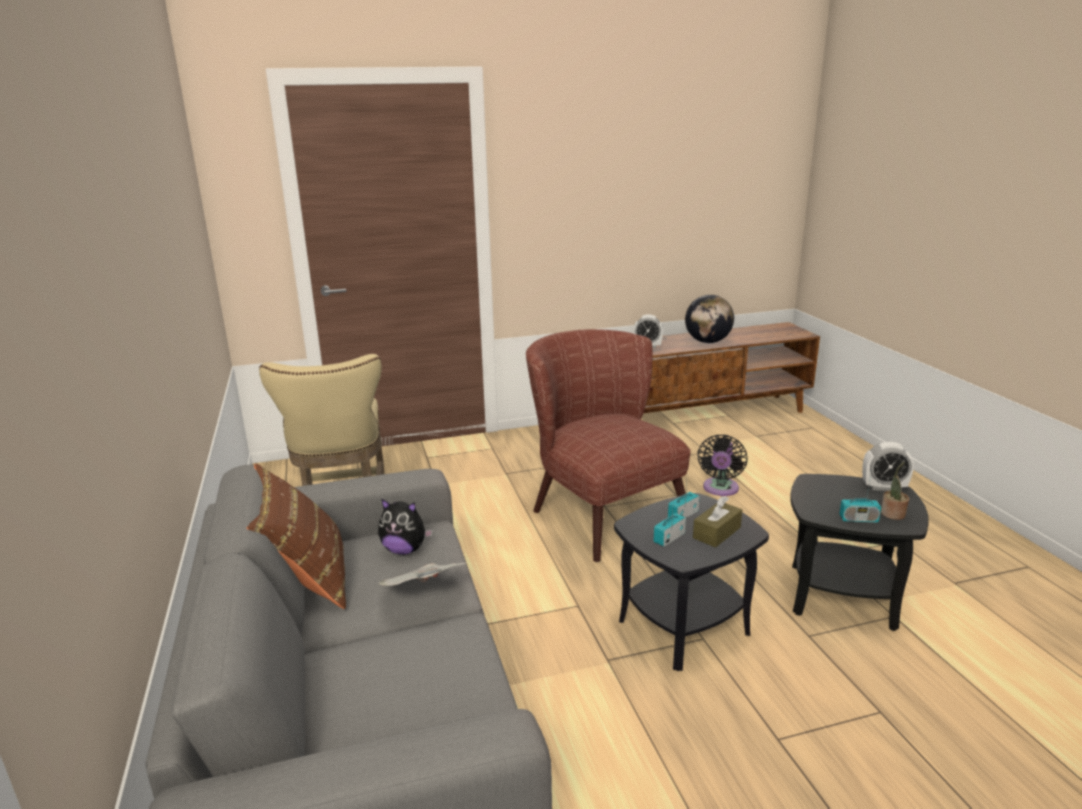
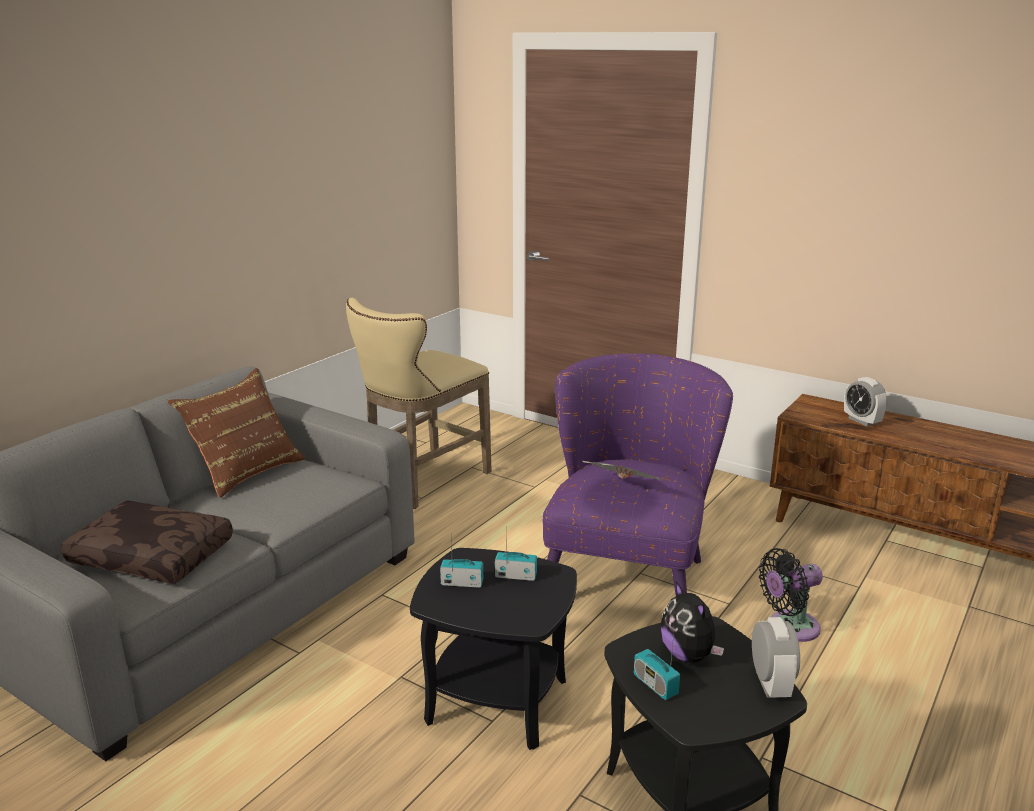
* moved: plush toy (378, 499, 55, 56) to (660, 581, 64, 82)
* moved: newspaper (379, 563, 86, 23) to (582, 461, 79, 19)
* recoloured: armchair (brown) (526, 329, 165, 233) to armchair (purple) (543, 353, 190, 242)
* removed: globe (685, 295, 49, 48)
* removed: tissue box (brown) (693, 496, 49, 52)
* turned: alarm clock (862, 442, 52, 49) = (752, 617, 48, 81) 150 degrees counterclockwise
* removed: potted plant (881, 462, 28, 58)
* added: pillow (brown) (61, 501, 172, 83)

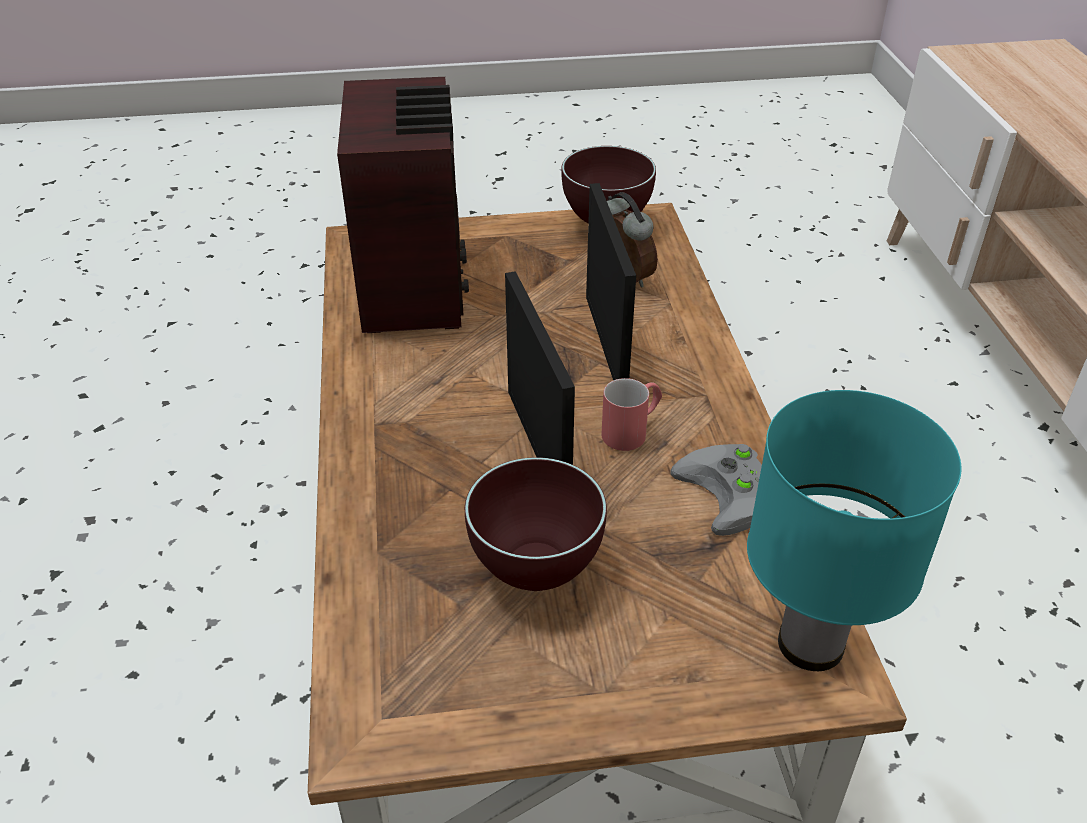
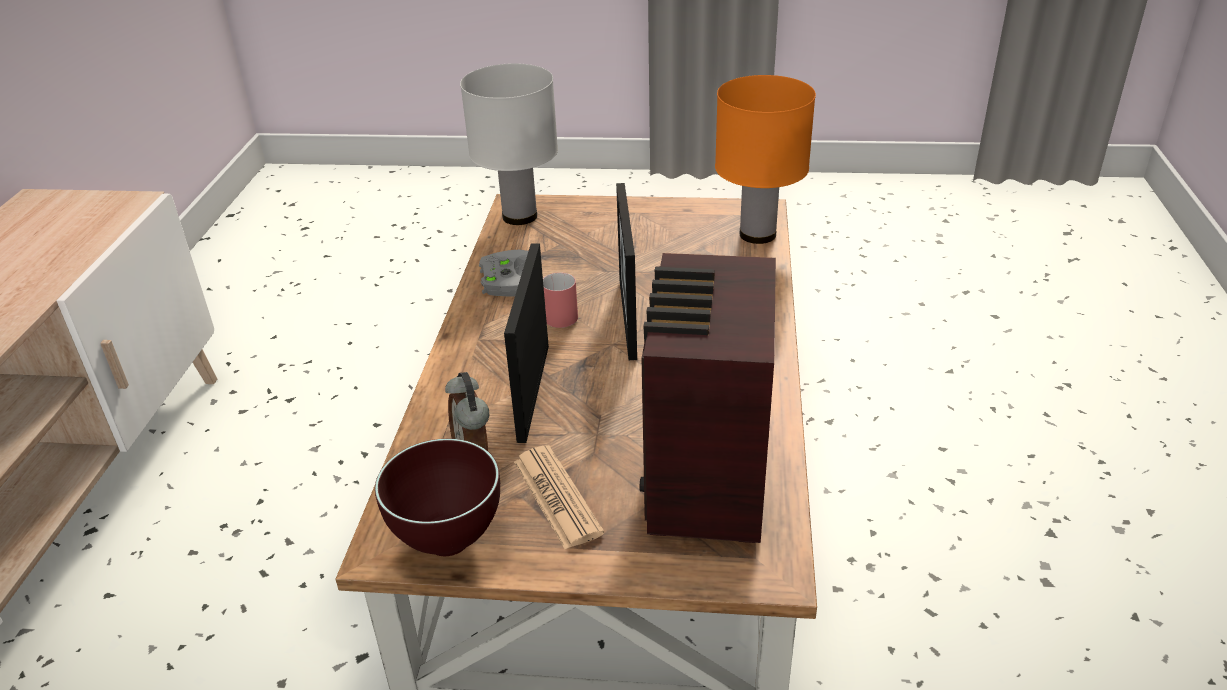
* removed: bowl (brown) (465, 457, 142, 134)
* recoloured: table lamp (turquoise) (747, 390, 215, 281) to table lamp (white) (460, 63, 98, 162)
* added: newspaper (514, 445, 90, 104)
* added: table lamp (orange) (715, 75, 101, 169)

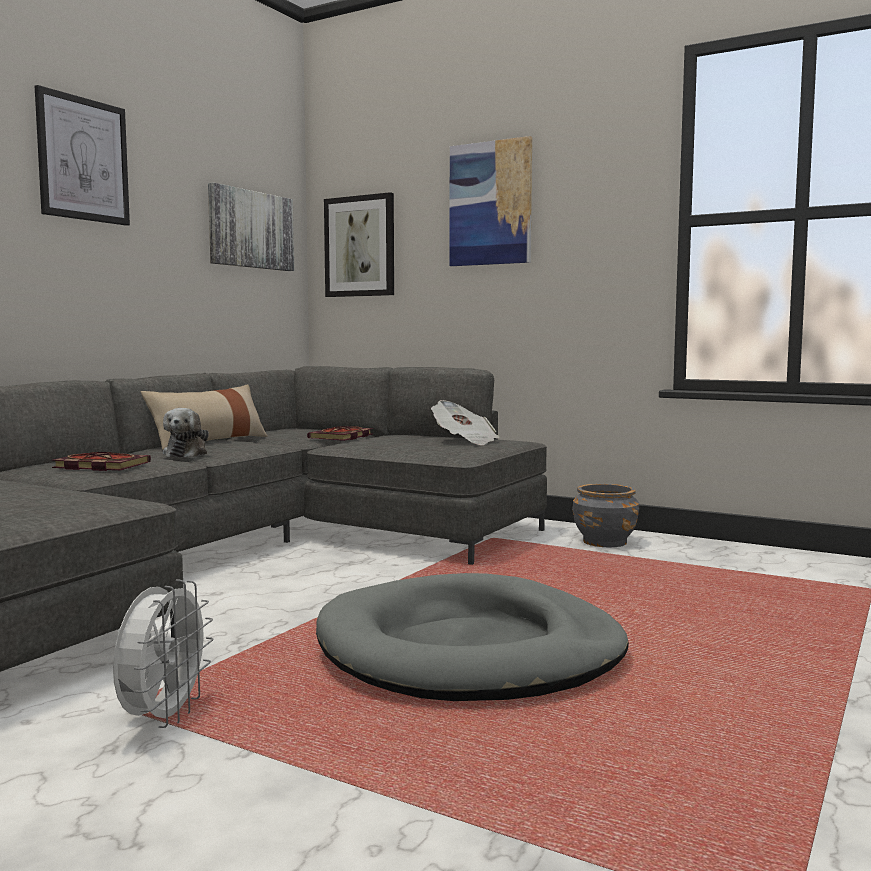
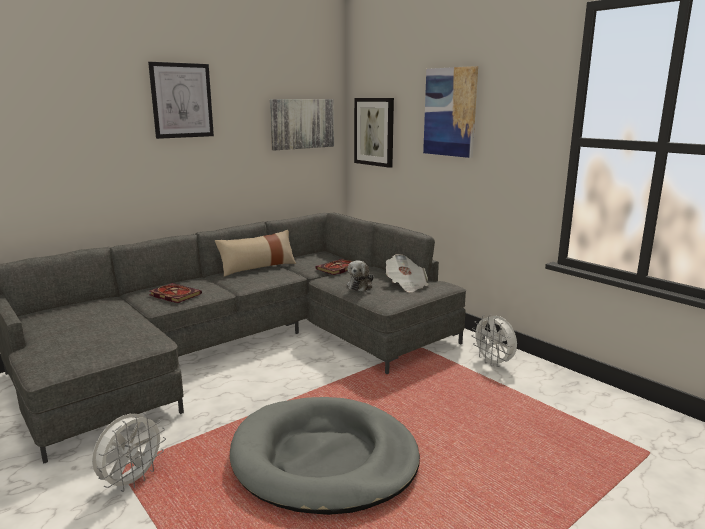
* moved: plush toy (163, 408, 46, 49) to (347, 260, 27, 32)
* replaced: planter (grey) (572, 484, 67, 63) to fan (white) (472, 315, 45, 52)

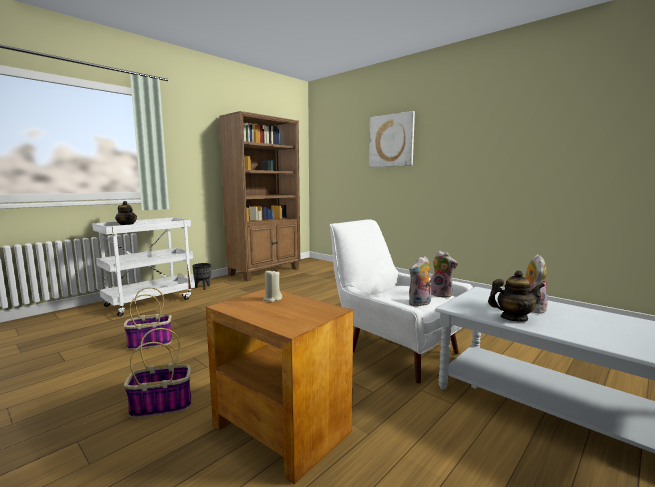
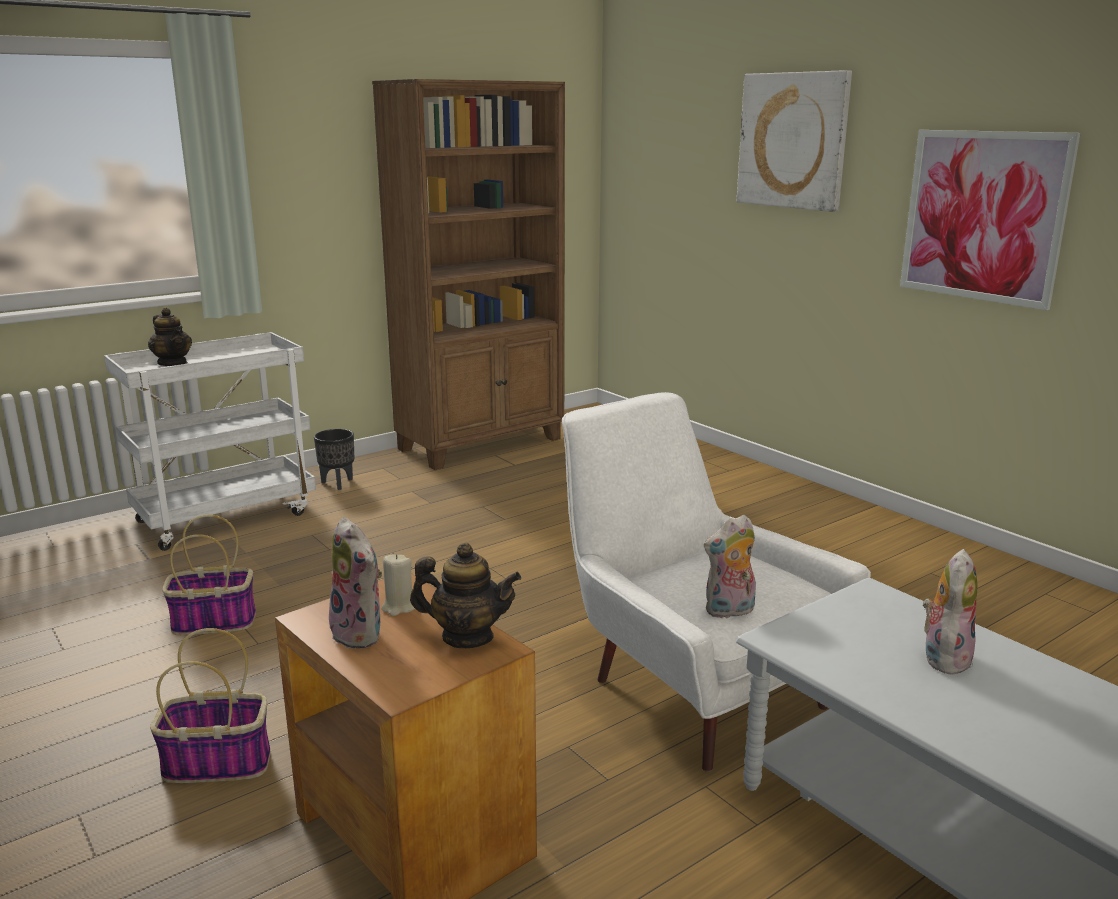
* moved: plush toy (430, 250, 28, 48) to (329, 517, 53, 132)
* moved: teapot (488, 270, 57, 52) to (410, 543, 111, 105)
* added: picture (900, 130, 181, 180)

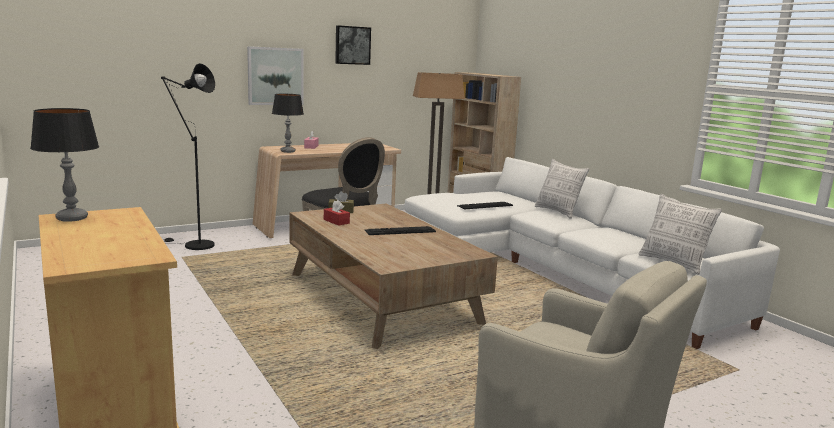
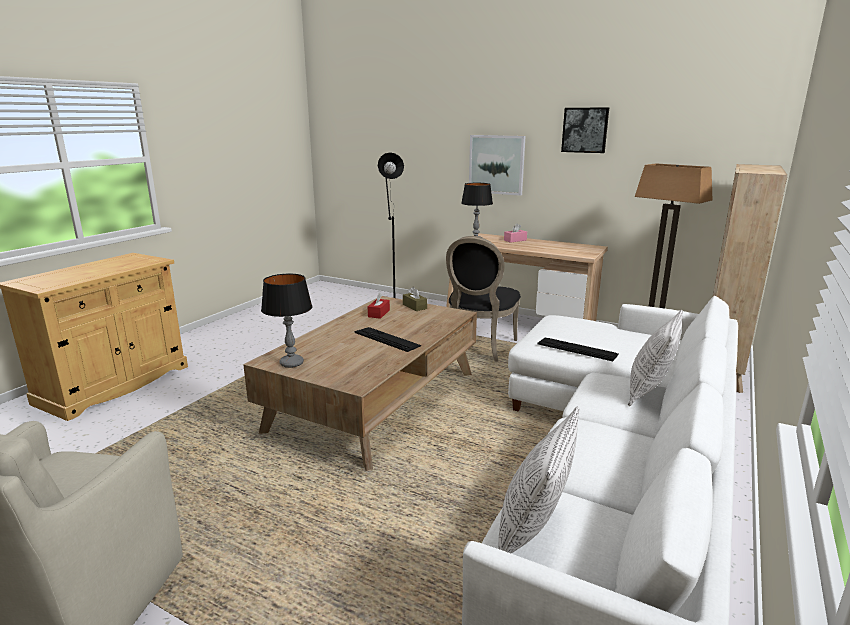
* moved: table lamp (30, 108, 69, 114) to (261, 274, 51, 94)

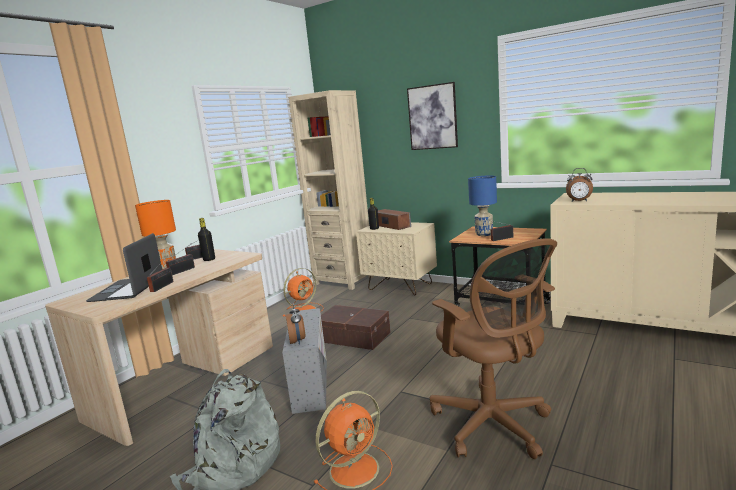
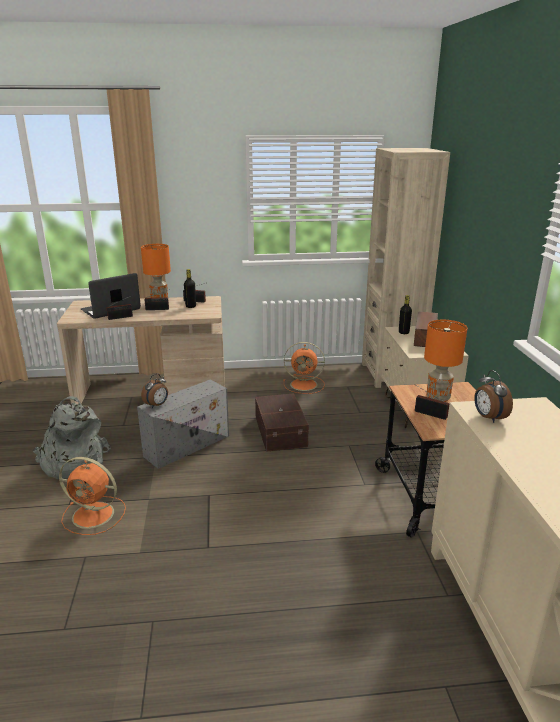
* removed: picture (407, 82, 51, 68)
* removed: office chair (brown) (430, 238, 127, 221)
* recoloured: table lamp (blue) (468, 176, 29, 60) to table lamp (orange) (424, 320, 44, 82)

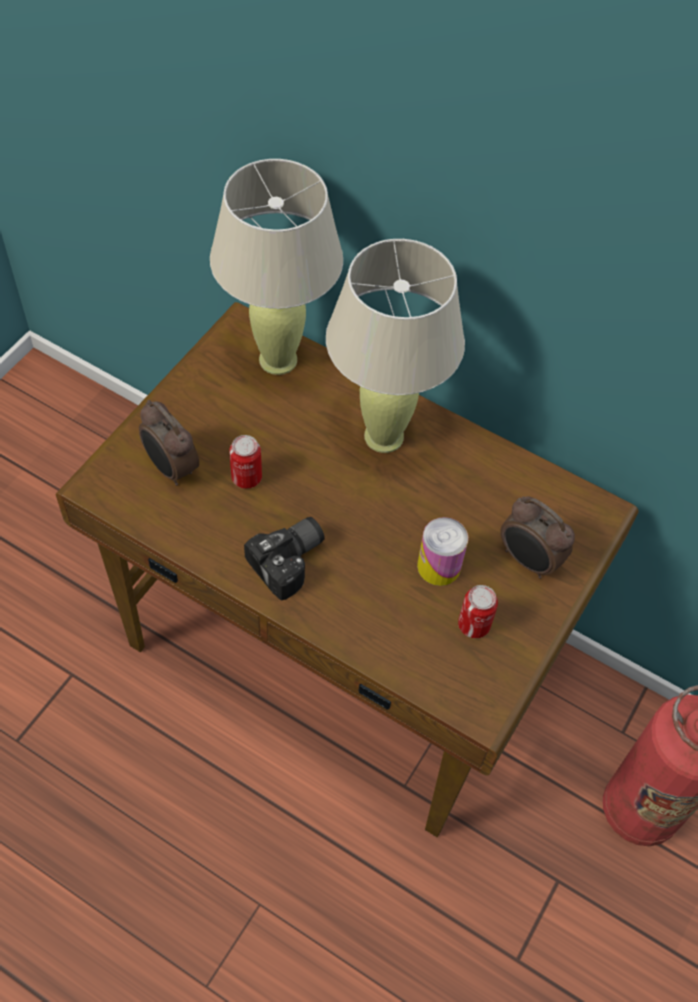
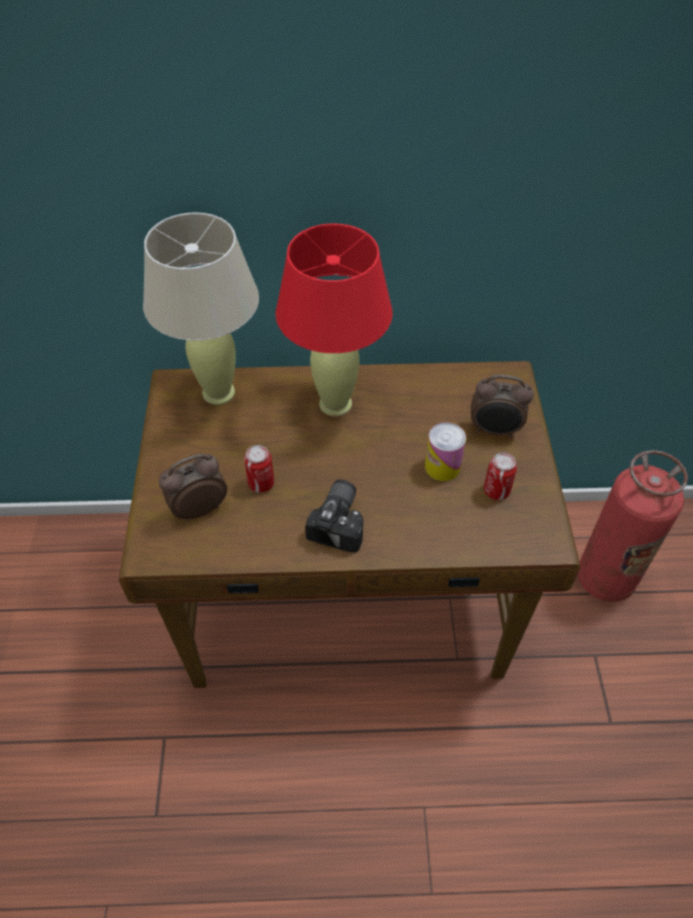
* turned: alarm clock (139, 400, 60, 86) = (159, 454, 68, 68) 135 degrees clockwise
* recoloured: table lamp (beige) (326, 239, 139, 214) to table lamp (red) (275, 223, 118, 193)

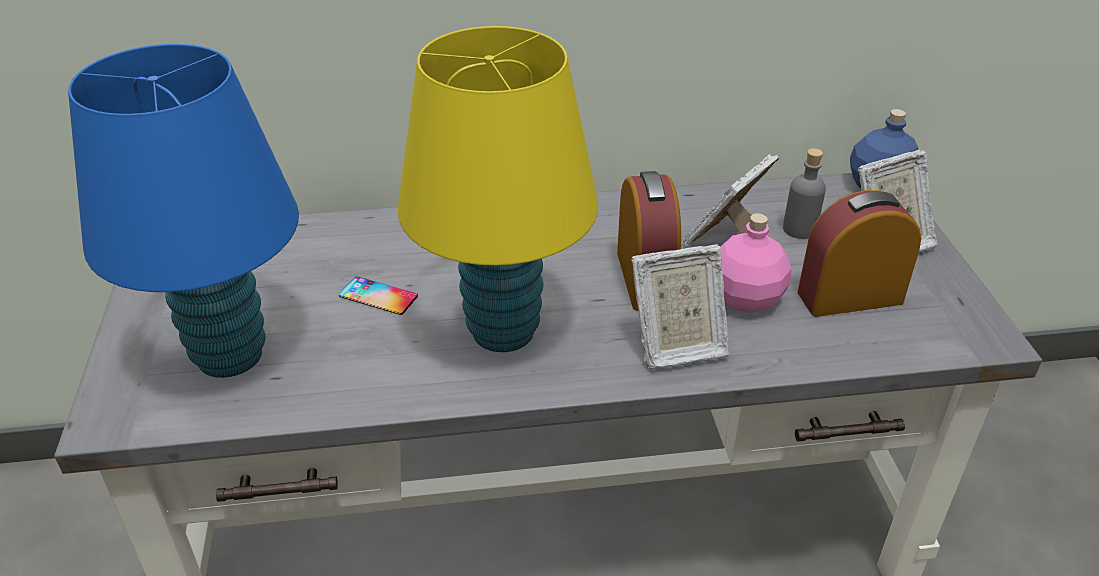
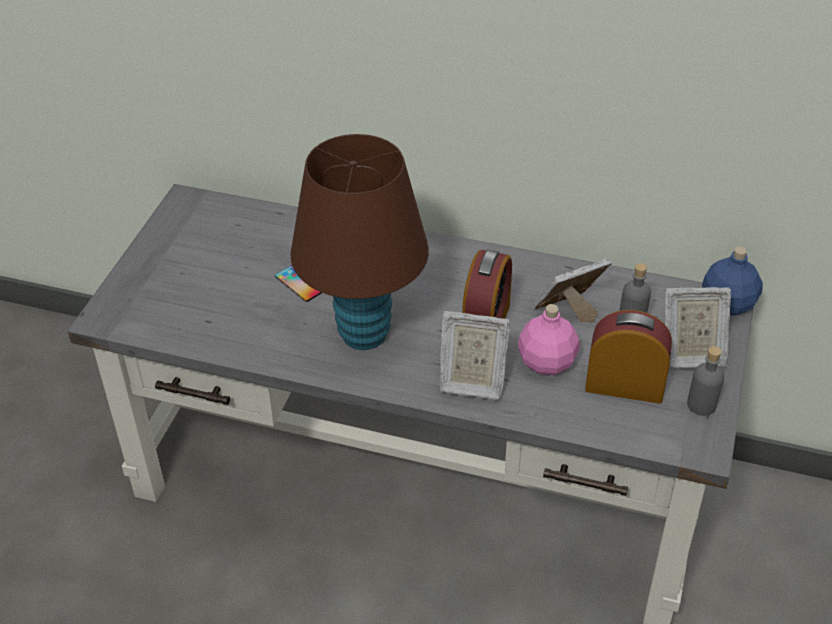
* removed: table lamp (blue) (68, 44, 231, 334)
* recoloured: table lamp (yellow) (398, 26, 200, 326) to table lamp (brown) (290, 134, 139, 216)
* added: bottle (grey) (687, 346, 37, 70)

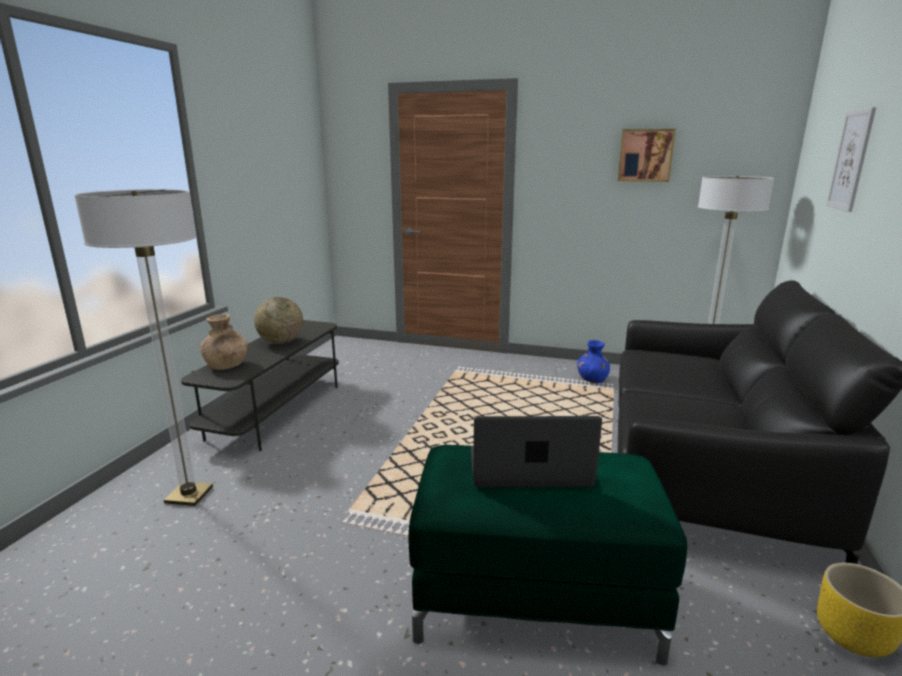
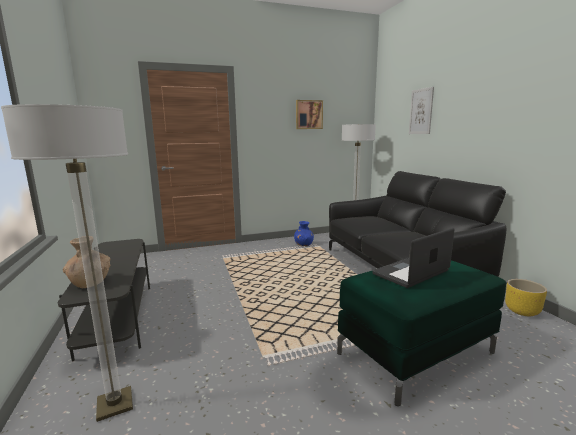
* removed: globe (254, 297, 49, 47)

